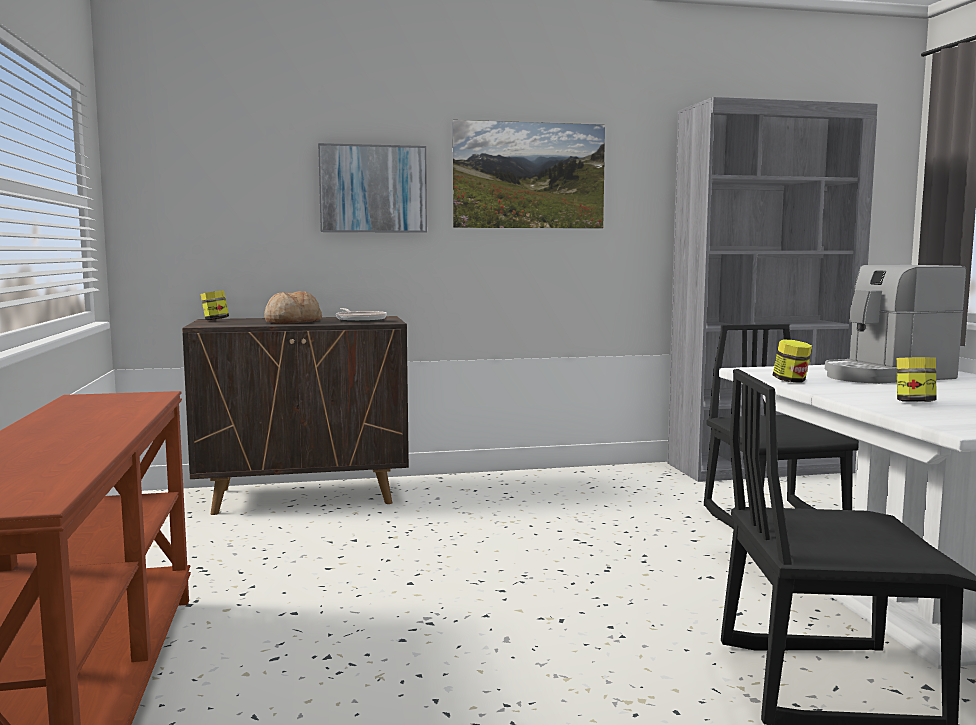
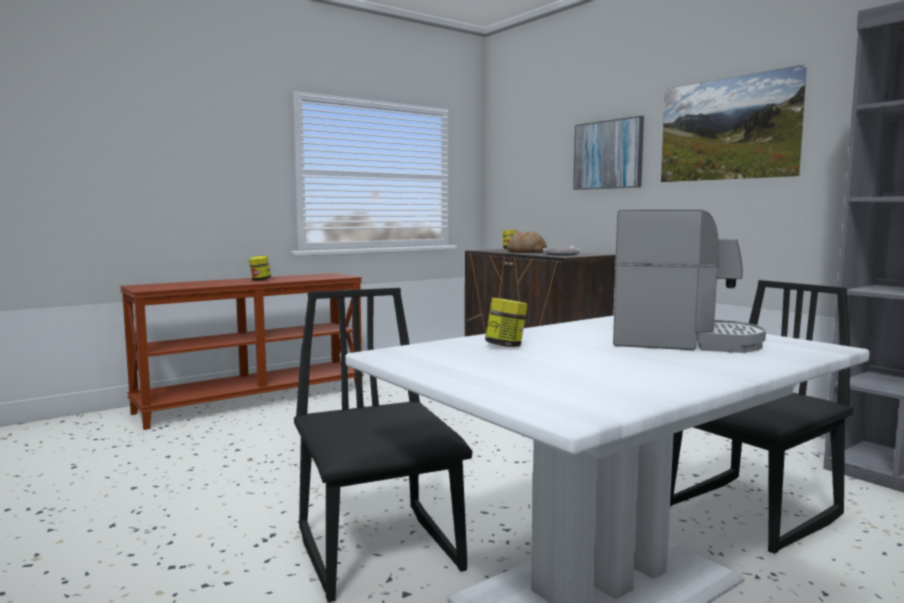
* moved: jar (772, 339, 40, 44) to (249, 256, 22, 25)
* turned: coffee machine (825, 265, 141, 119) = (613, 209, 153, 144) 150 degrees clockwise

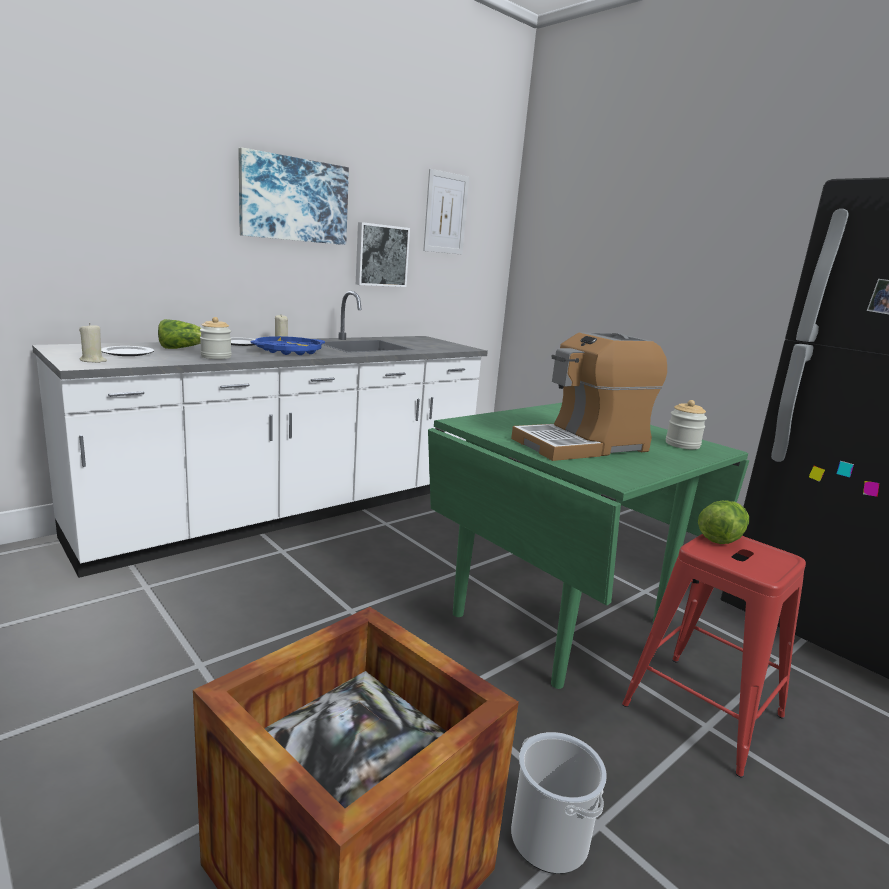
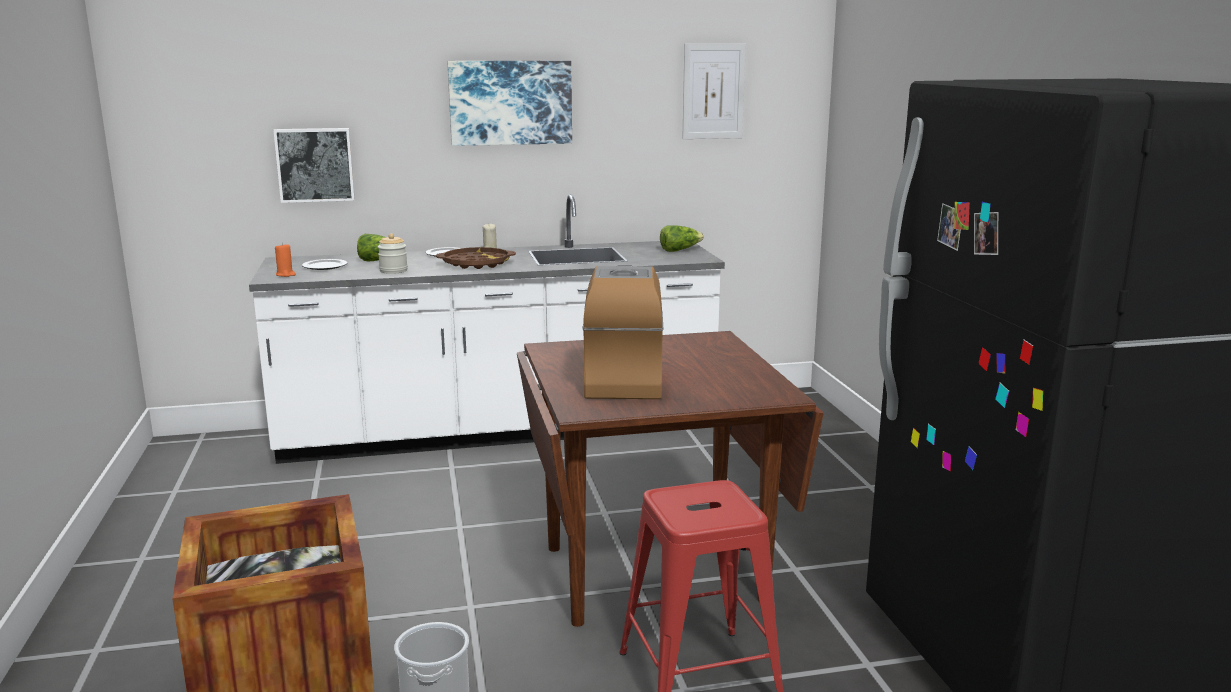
* recoloured: candle (beige) (79, 323, 28, 40) to candle (orange) (275, 243, 21, 34)
* recoloured: tray (blue) (250, 336, 75, 19) to tray (brown) (436, 247, 80, 22)
* moved: picture (356, 222, 54, 65) to (273, 128, 82, 75)
* recoloured: dining table (green) (428, 403, 321, 286) to dining table (brown) (517, 331, 307, 296)
* turned: coffee machine (511, 332, 156, 129) = (582, 266, 81, 133) 90 degrees clockwise
* removed: jar (666, 400, 41, 49)
* moved: lettuce (698, 500, 51, 44) to (660, 225, 44, 27)

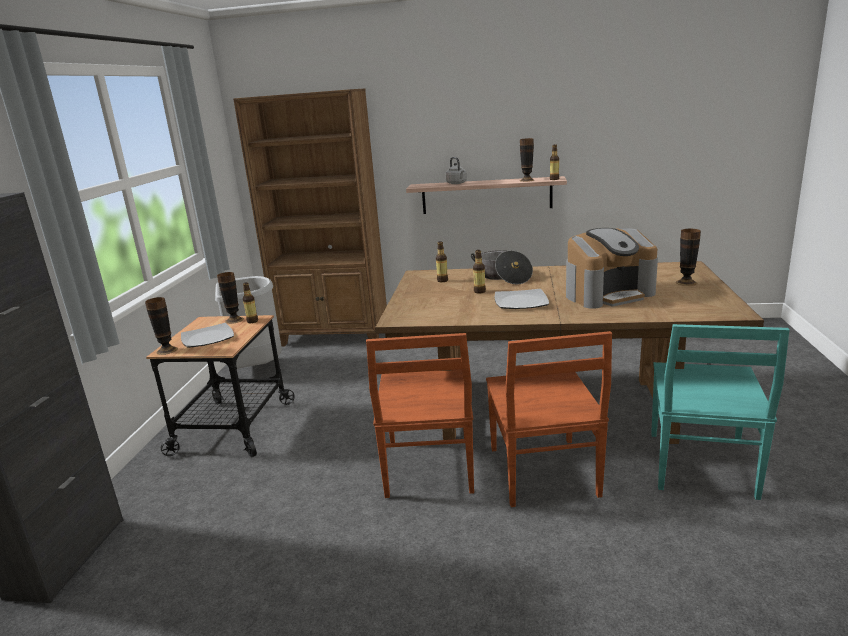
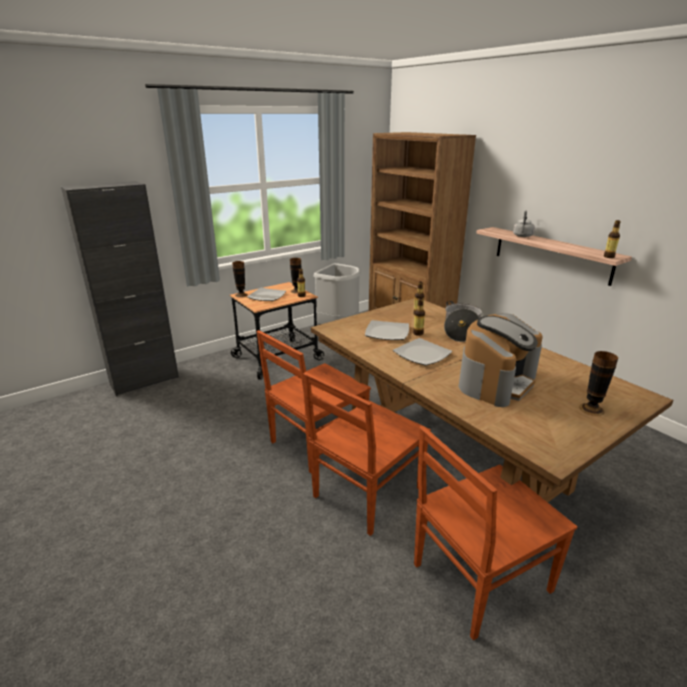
* removed: vase (520, 138, 14, 44)
* turned: coffee machine (566, 228, 92, 81) = (458, 313, 85, 94) 75 degrees counterclockwise
* recoloured: chair (turquoise) (651, 324, 139, 176) to chair (brown) (414, 426, 163, 214)
* added: plate (365, 320, 44, 20)

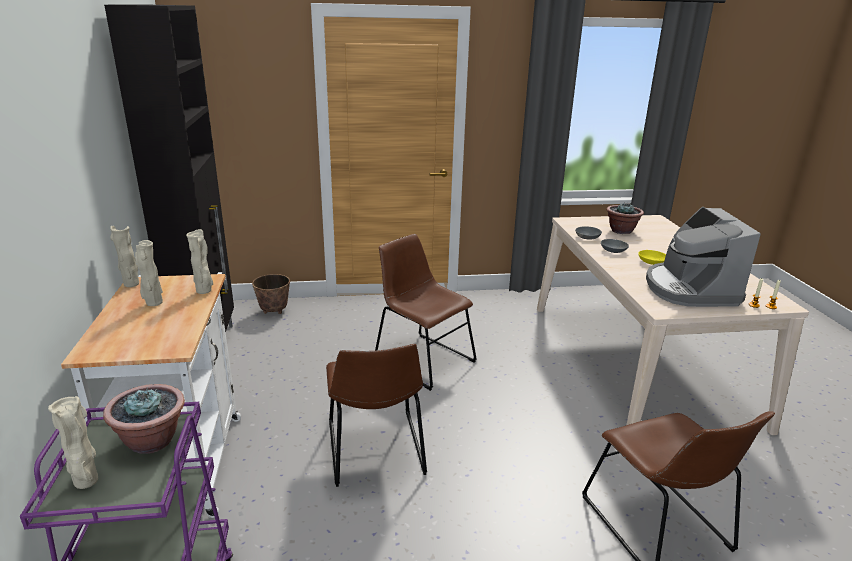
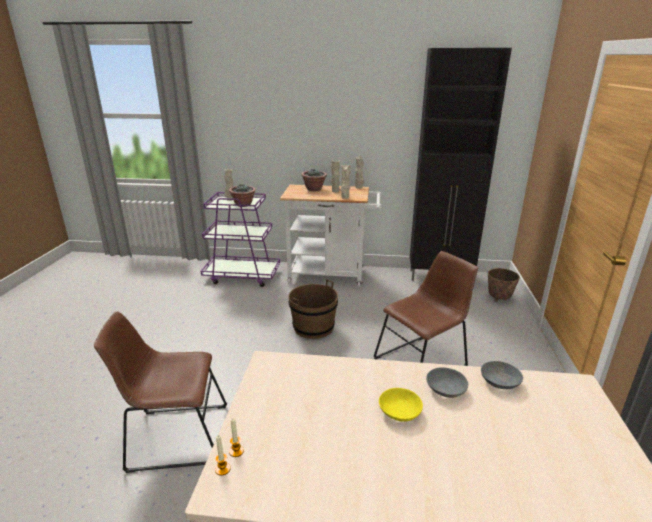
* replaced: chair (brown) (326, 344, 101, 143) to bucket (brown) (288, 279, 50, 60)
* moved: potted plant (606, 202, 38, 32) to (301, 169, 26, 22)
* removed: coffee machine (646, 207, 115, 100)

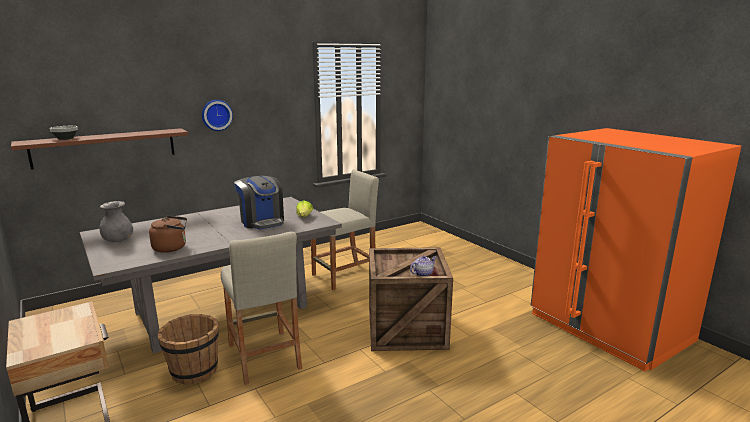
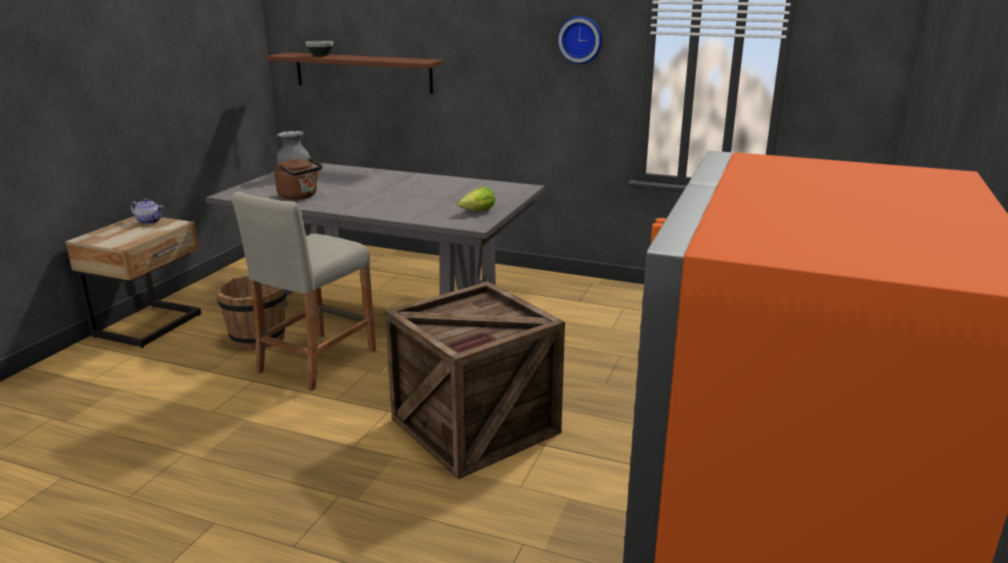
* moved: wall clock (202, 100, 31, 31) to (558, 16, 44, 48)
* removed: coffee machine (234, 176, 50, 53)
* removed: stool (beige) (311, 169, 68, 121)
* moved: teapot (410, 256, 26, 20) to (130, 198, 33, 26)

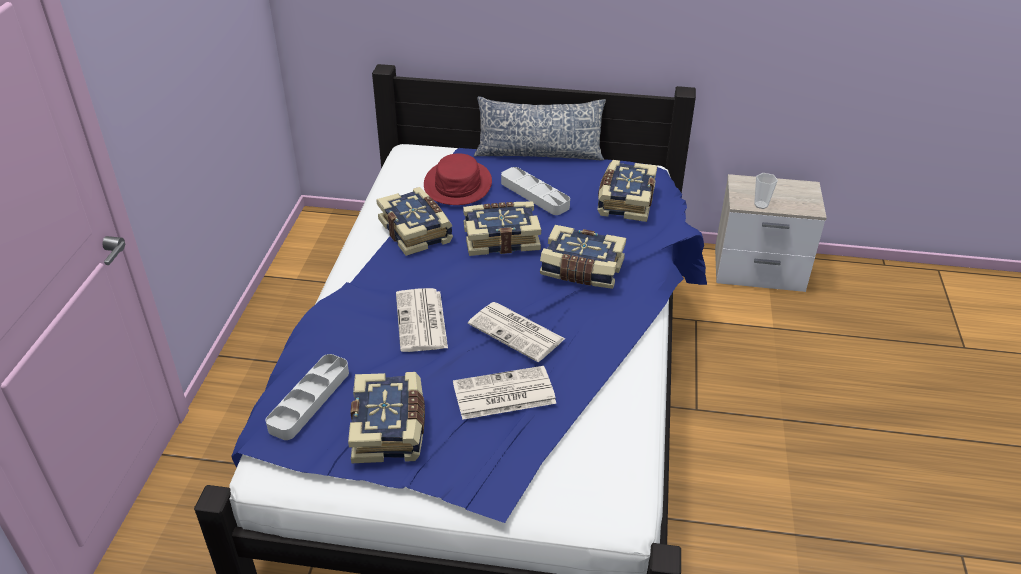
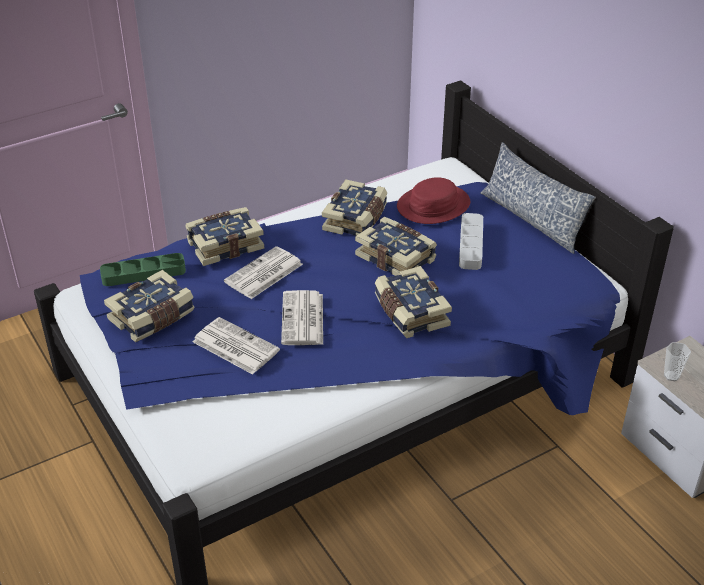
* recoloured: tray (grey) (266, 354, 83, 86) to tray (green) (100, 253, 86, 33)
* moved: book (598, 160, 59, 62) to (185, 207, 79, 59)

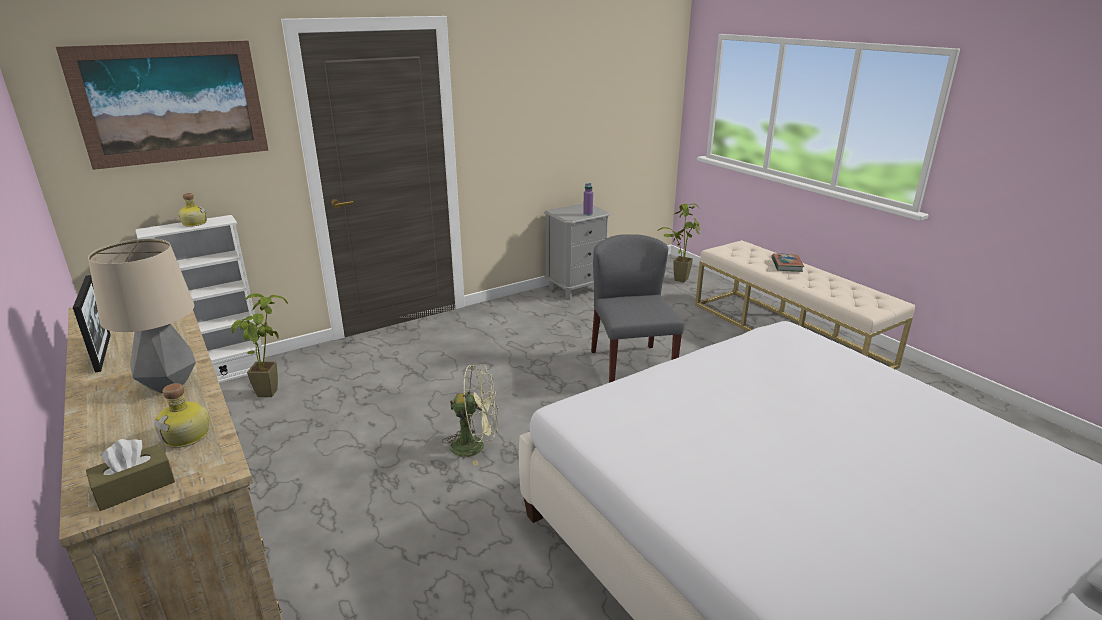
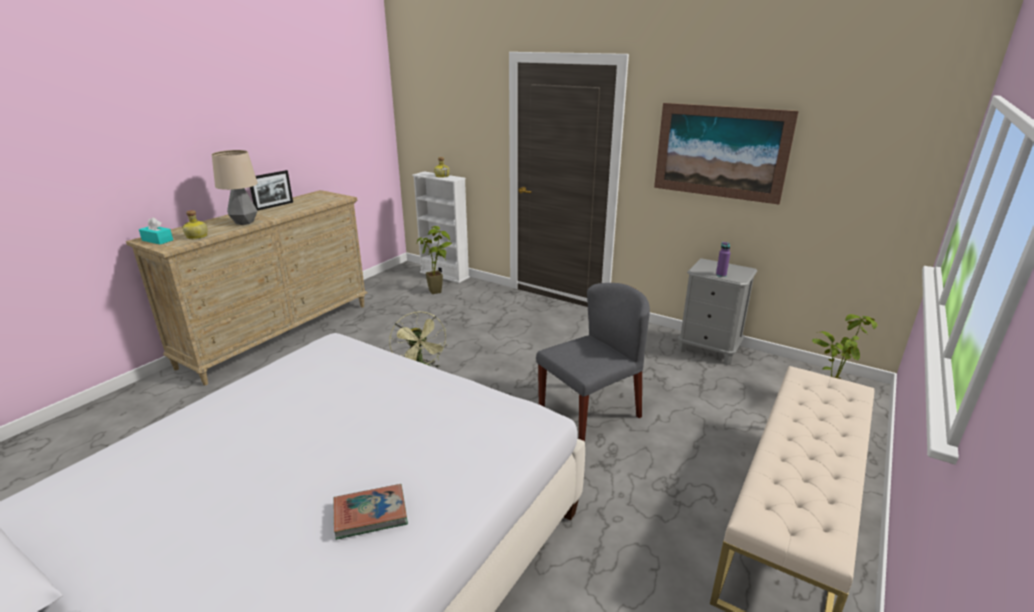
* moved: picture (56, 41, 213, 129) to (654, 103, 145, 102)
* recoloured: tissue box (brown) (86, 439, 89, 72) to tissue box (turquoise) (139, 217, 34, 28)
* moved: book (771, 253, 33, 19) to (334, 484, 74, 56)

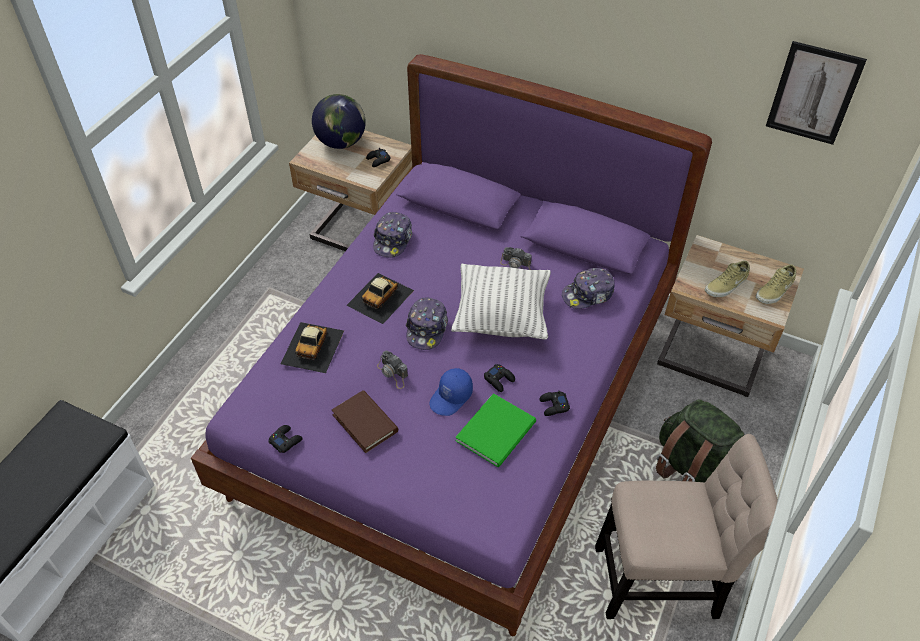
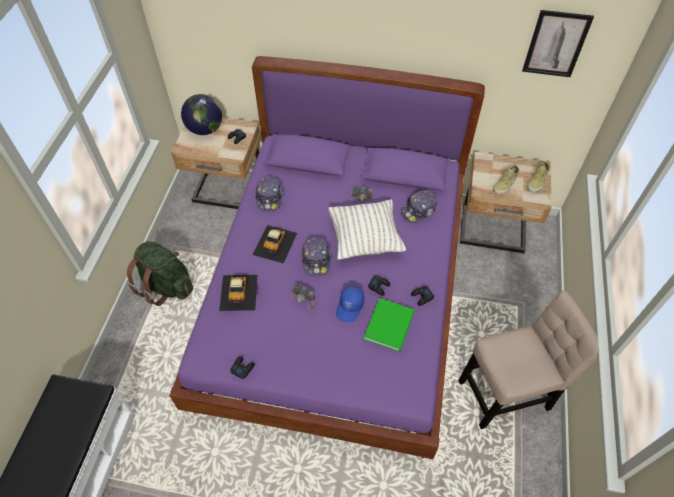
* removed: book (brown) (332, 390, 66, 63)
* moved: backpack (green) (656, 399, 88, 84) to (127, 241, 66, 65)

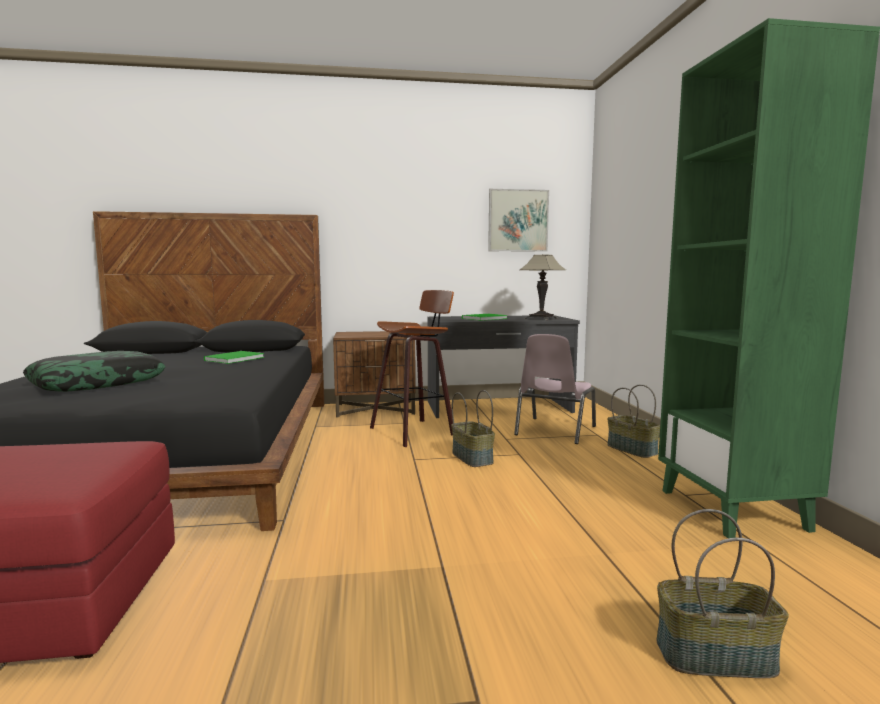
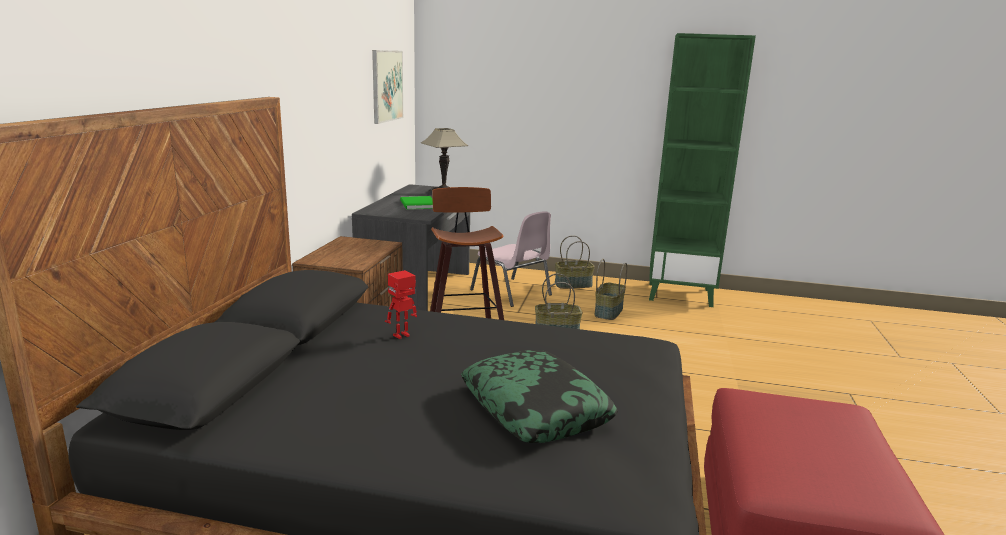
* replaced: book (green) (204, 351, 60, 13) to toy robot (385, 270, 32, 69)
* moved: basket (656, 509, 133, 169) to (595, 259, 32, 61)

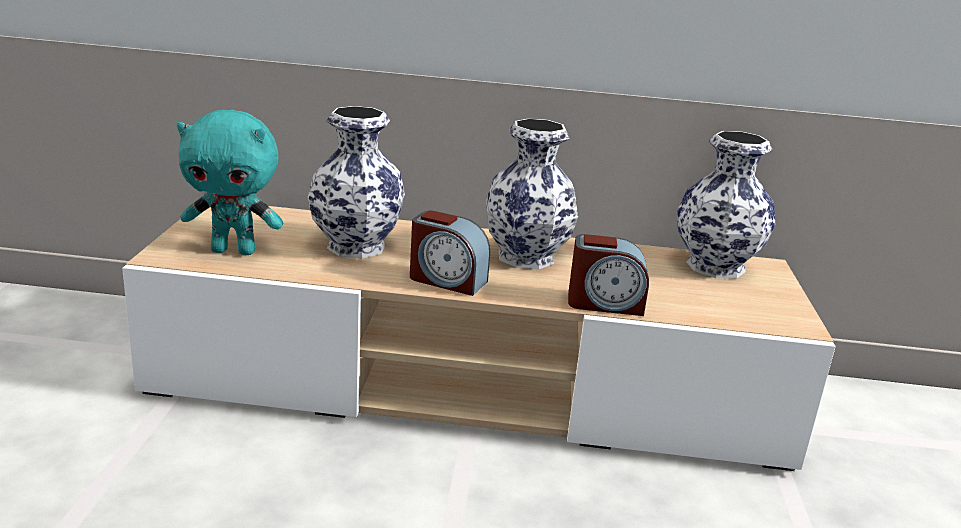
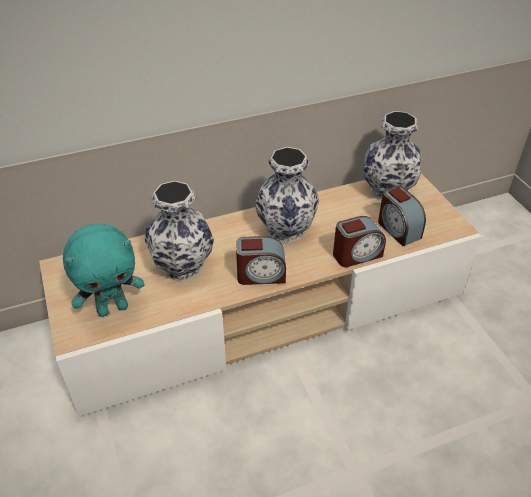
* added: alarm clock (378, 186, 48, 61)

